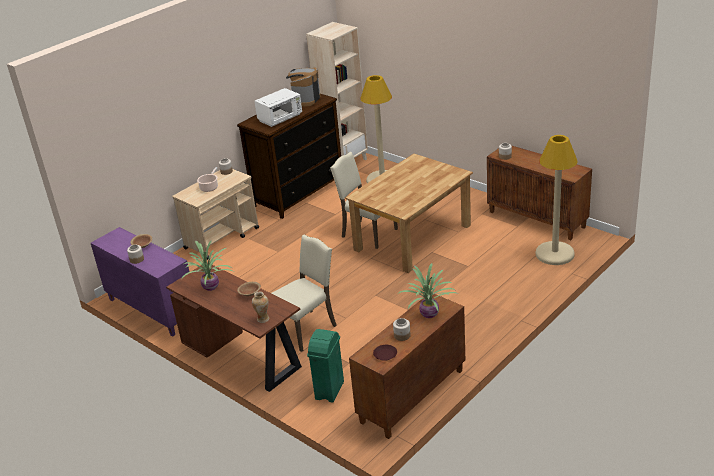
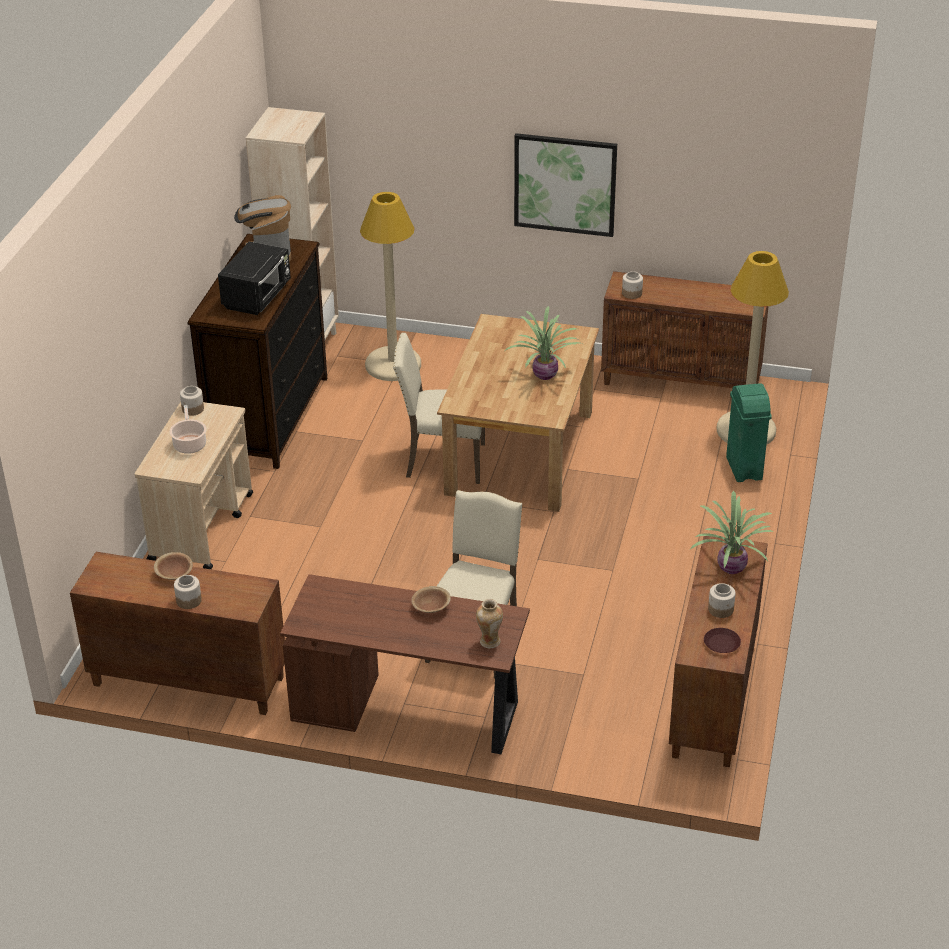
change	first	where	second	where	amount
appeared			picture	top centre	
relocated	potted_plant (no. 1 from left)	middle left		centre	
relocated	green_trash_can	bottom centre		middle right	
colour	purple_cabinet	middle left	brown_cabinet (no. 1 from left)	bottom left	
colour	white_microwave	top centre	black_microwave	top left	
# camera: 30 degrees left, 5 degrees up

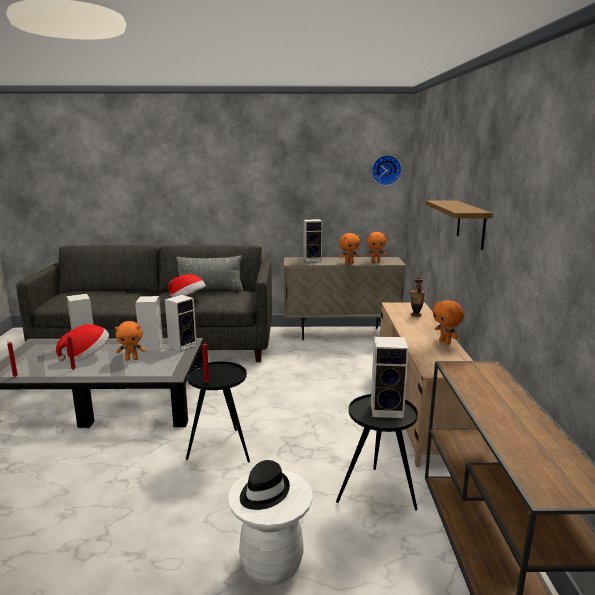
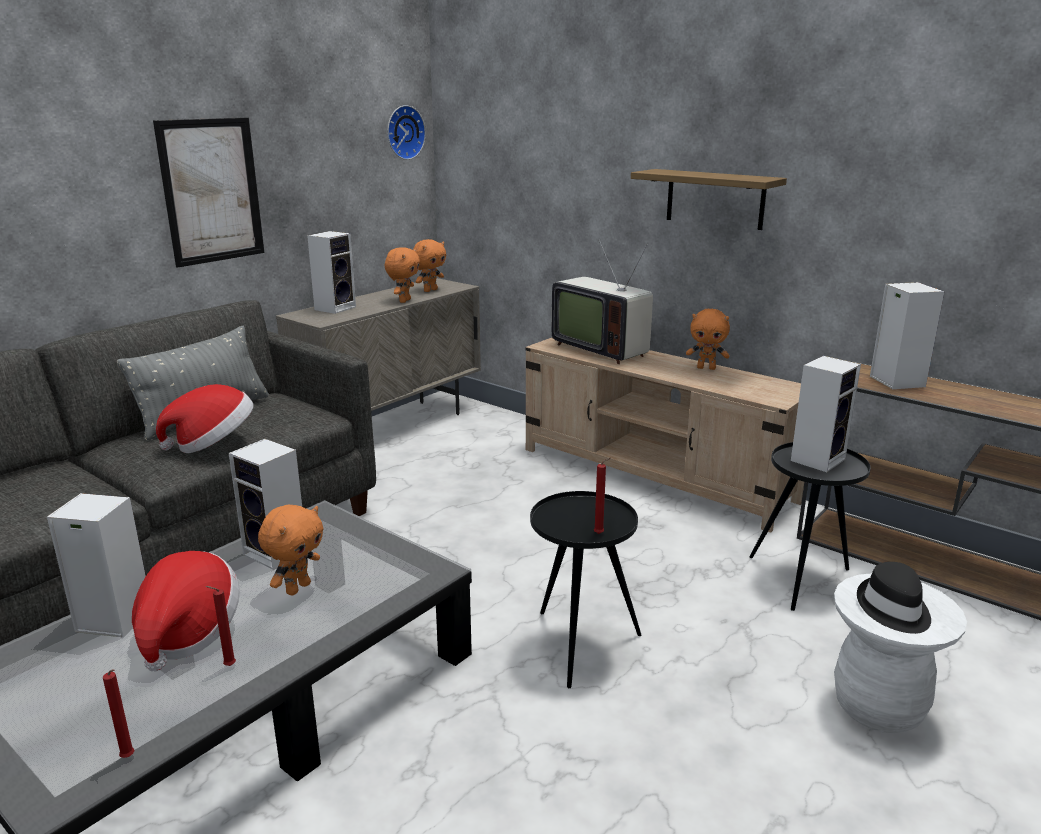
change	first	where	second	where	amount
appeared			picture	top left	
relocated	speaker (no. 3 from left in the first image)	middle left	speaker (no. 5 from left)	middle right	
exchanged	vase	middle right	television	centre	
# camera: 50 degrees left, 5 degrees up

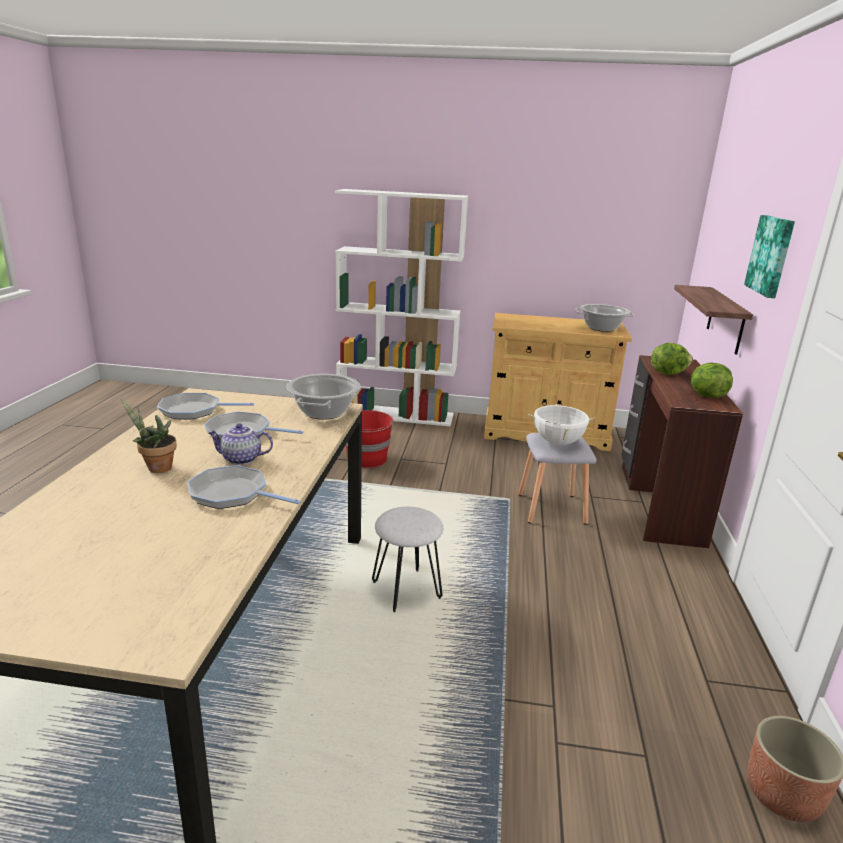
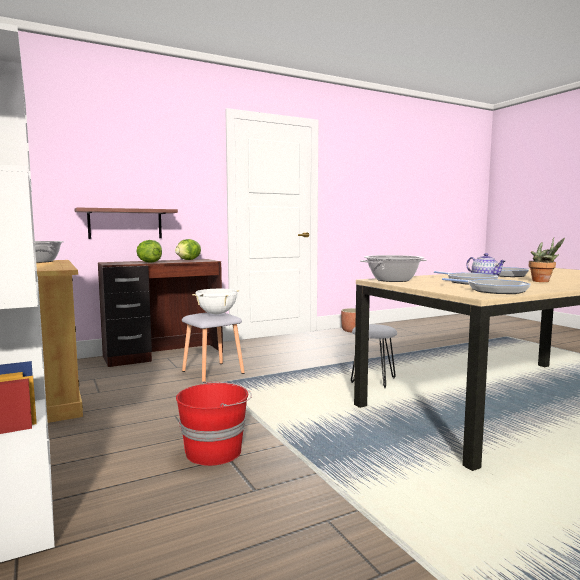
change	first	where	second	where	amount
missing	picture	top right			
# camera: 125 degrees left, 15 degrees down

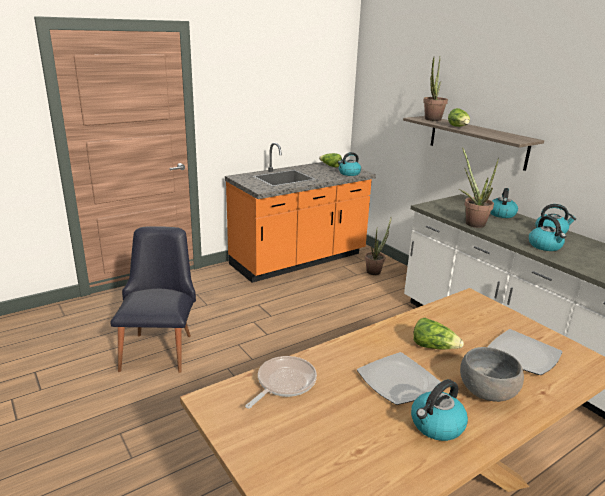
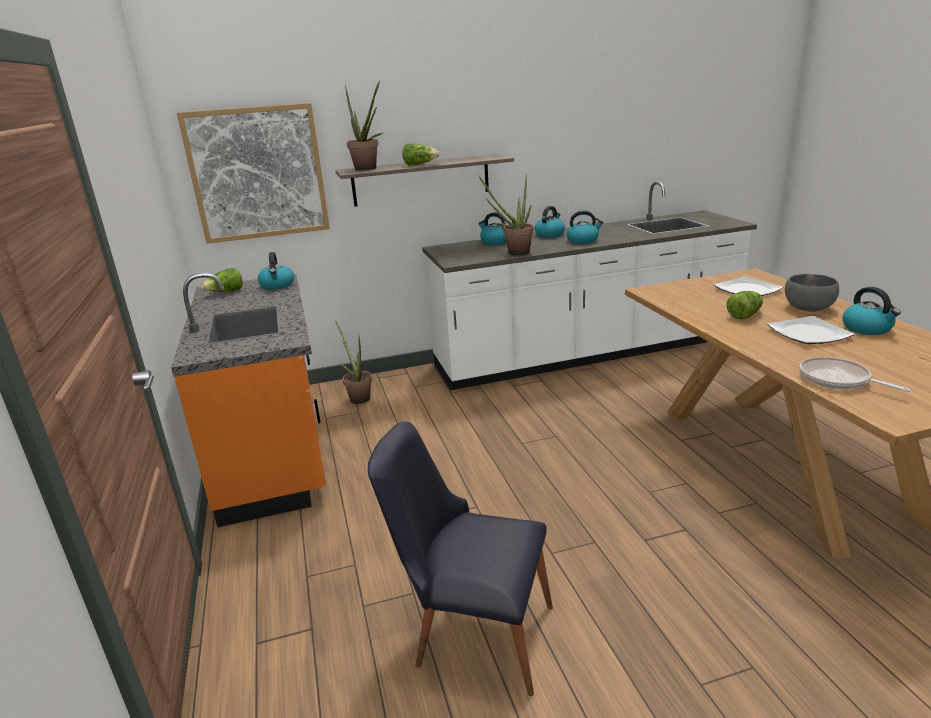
change	first	where	second	where	amount
appeared			picture	top left	
# camera: 70 degrees left, 0 degrees up

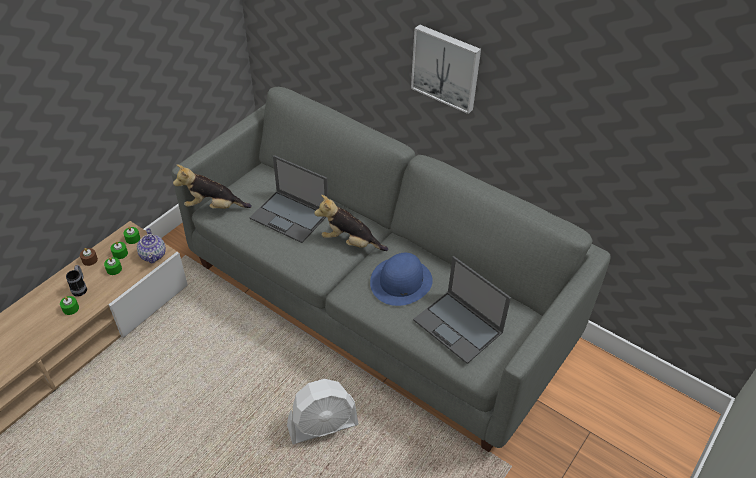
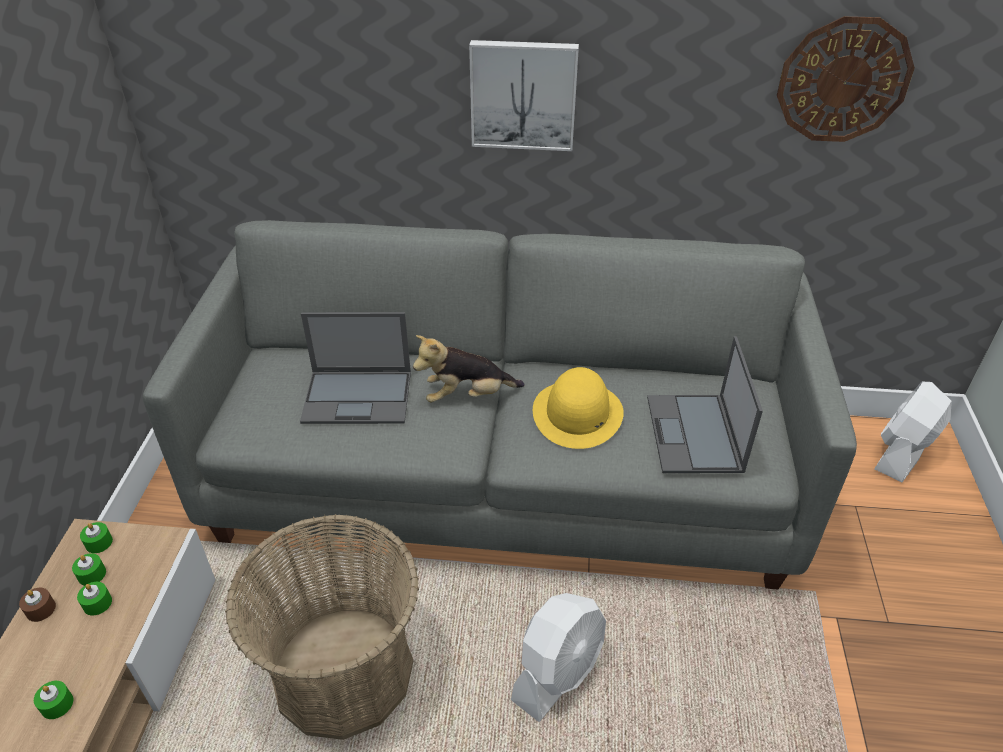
change	first	where	second	where	amount
missing	mug	middle left			
missing	teapot	middle left			
missing	plush_toy (no. 1 from left)	middle left			
appeared			basket	bottom left	
appeared			wall_clock	top right	
appeared			white_fan (no. 2 from left)	middle right	
colour	blue_hat	centre	yellow_hat	centre	
spun	laptop (no. 2 from left)	centre		middle right	75 degrees clockwise
# camera: 30 degrees left, 5 degrees down

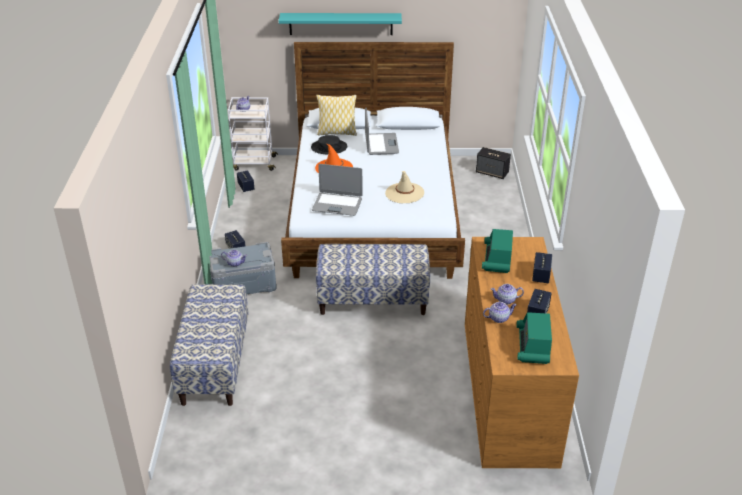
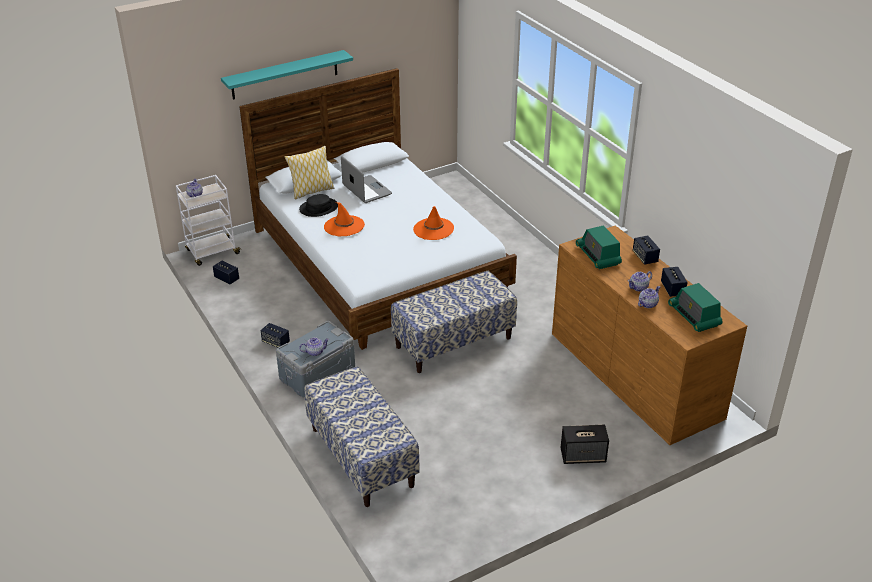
change	first	where	second	where	amount
missing	laptop (no. 1 from left)	centre			
relocated	speaker (no. 3 from left)	top centre		bottom right	
colour	beige_hat	centre	orange_hat (no. 2 from left)	centre	
# camera: 30 degrees left, 0 degrees up

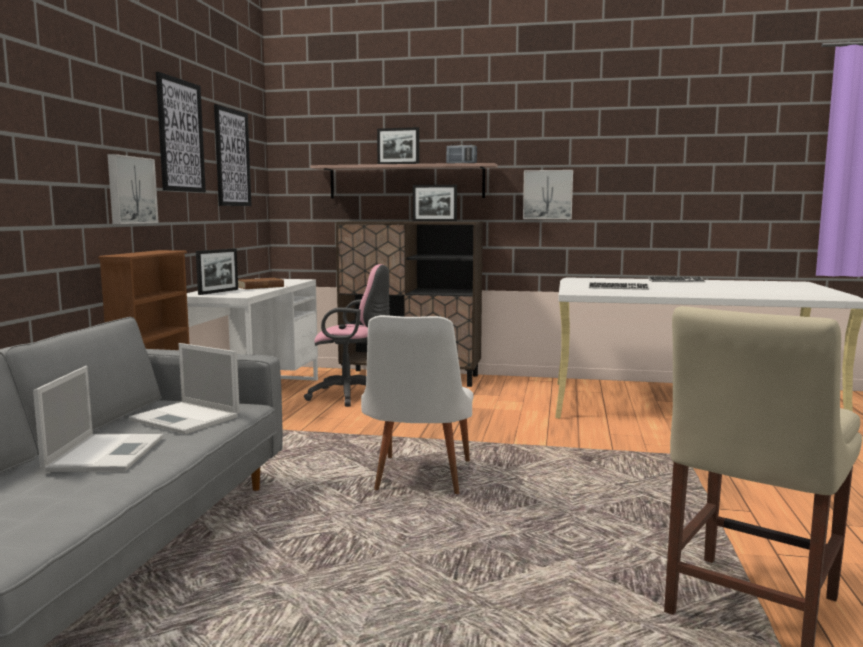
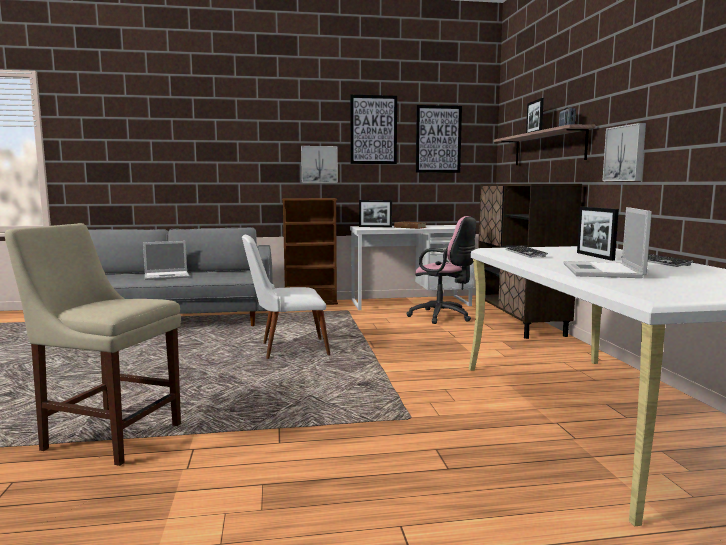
change	first	where	second	where	amount
relocated	laptop (no. 2 from left)	middle left		middle right	
relocated	picture_frame (no. 3 from left)	top centre		middle right	
spun	pink_office_chair	centre		centre	45 degrees counterclockwise
# camera: 70 degrees right, 0 degrees up

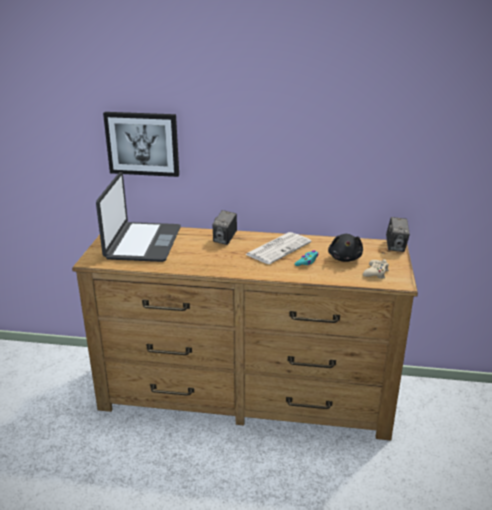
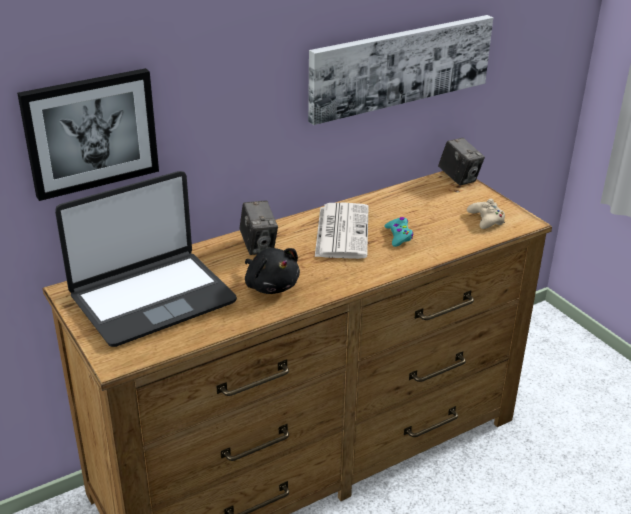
change	first	where	second	where	amount
appeared			picture (no. 2 from left)	top centre	
relocated	black_plush_toy	middle right		centre	
spun	laptop	middle left		middle left	90 degrees clockwise
# camera: 40 degrees left, 5 degrees up

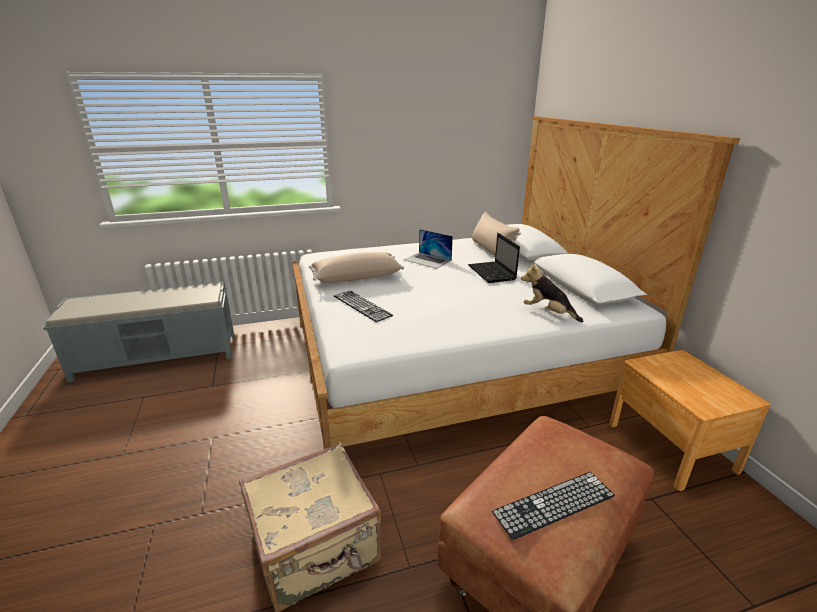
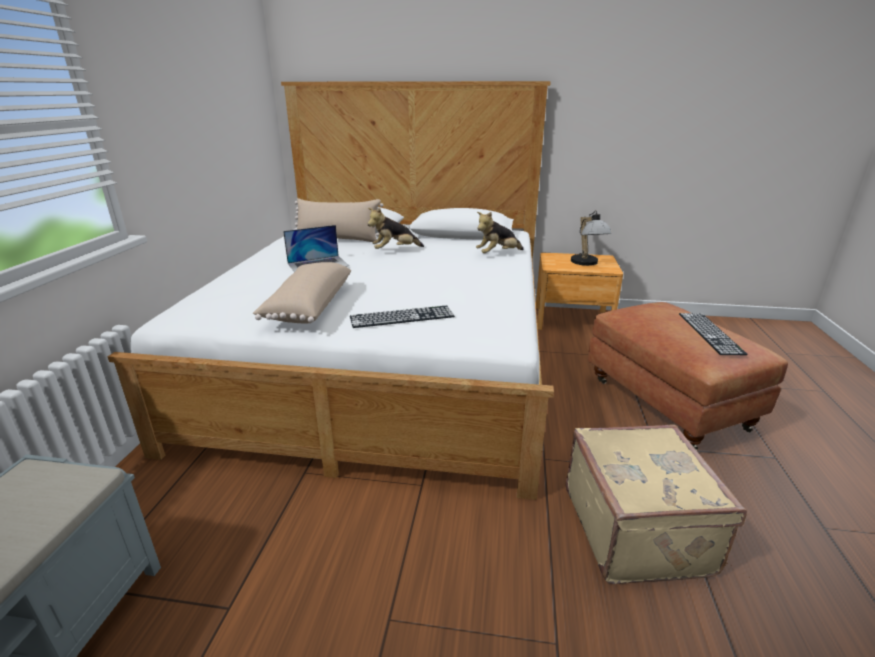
change	first	where	second	where	amount
appeared			table_lamp	middle right	
exchanged	laptop (no. 2 from left)	centre	plush_toy (no. 1 from left)	centre	
# camera: 65 degrees left, 0 degrees up

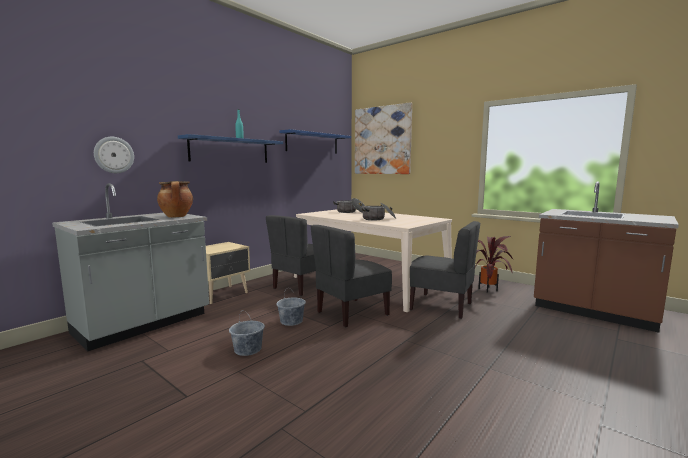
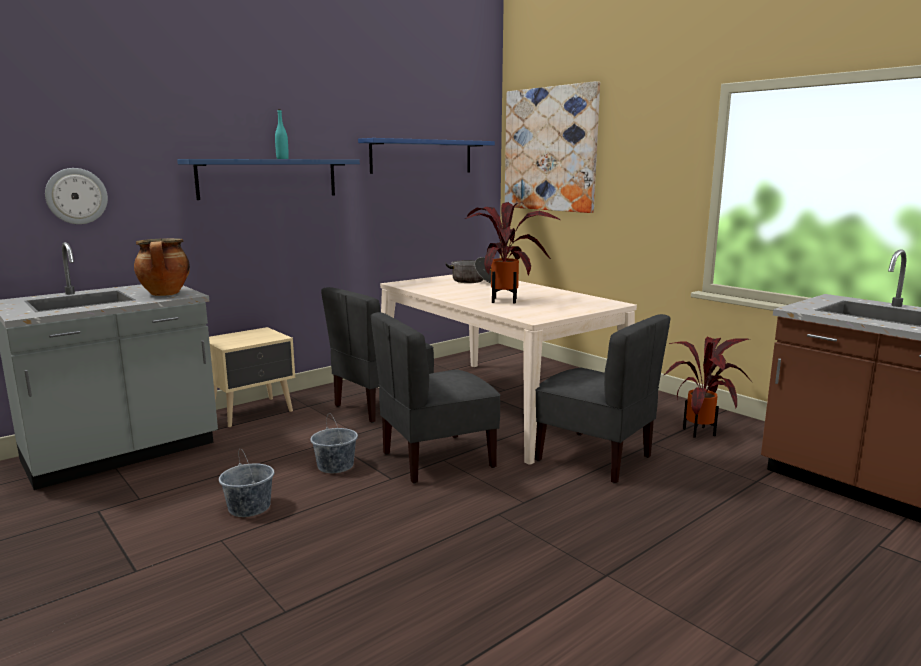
change	first	where	second	where	amount
exchanged	cooking_pot (no. 3 from left)	centre	potted_plant (no. 1 from left)	centre	
# camera: 10 degrees right, 5 degrees up

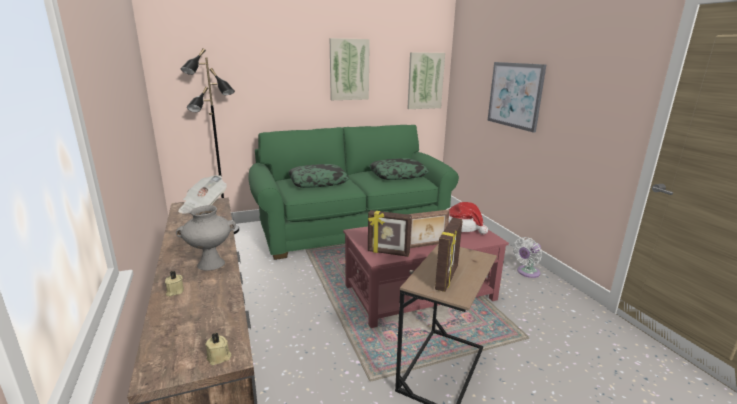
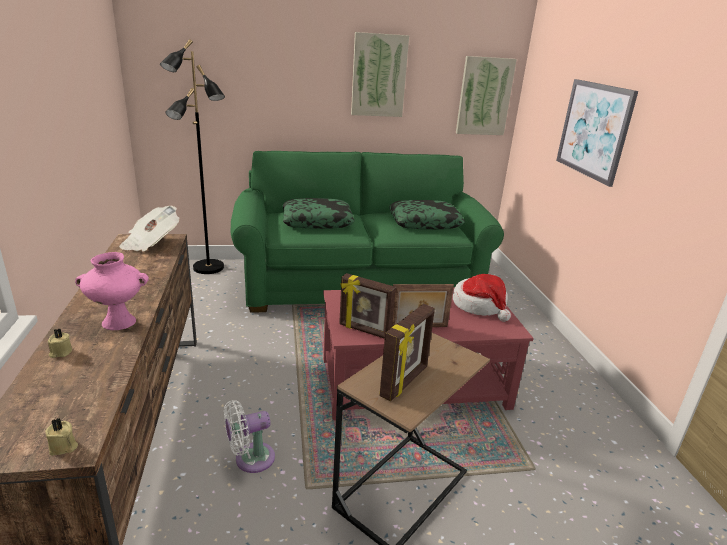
change	first	where	second	where	amount
relocated	white_fan	middle right		bottom centre	
colour	grey_vase	middle left	pink_vase	middle left	
# camera: 10 degrees right, 5 degrees up

